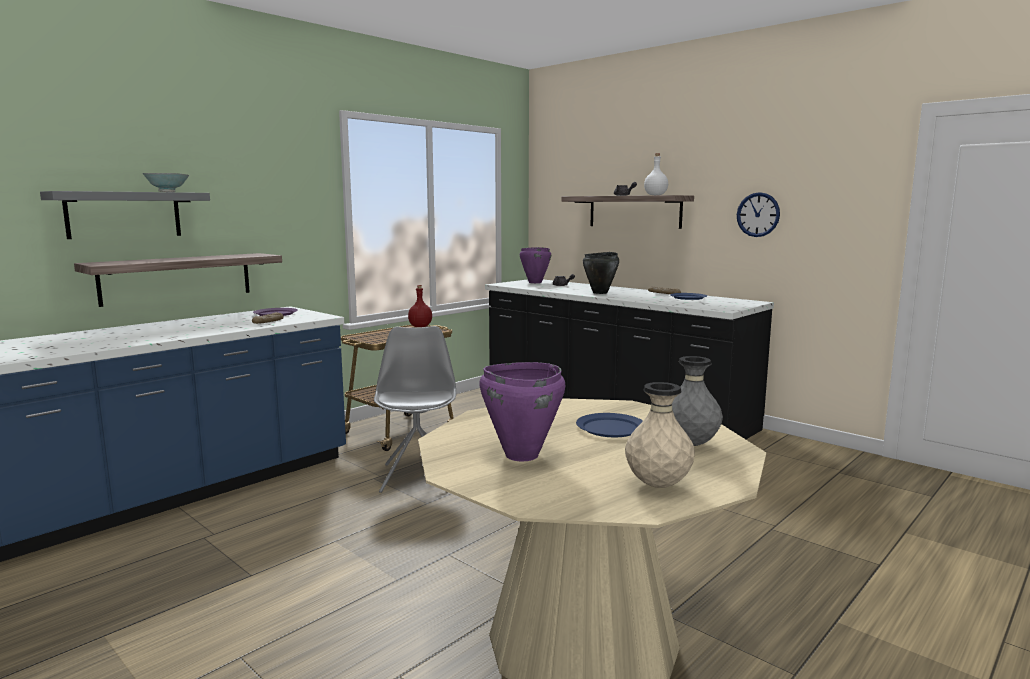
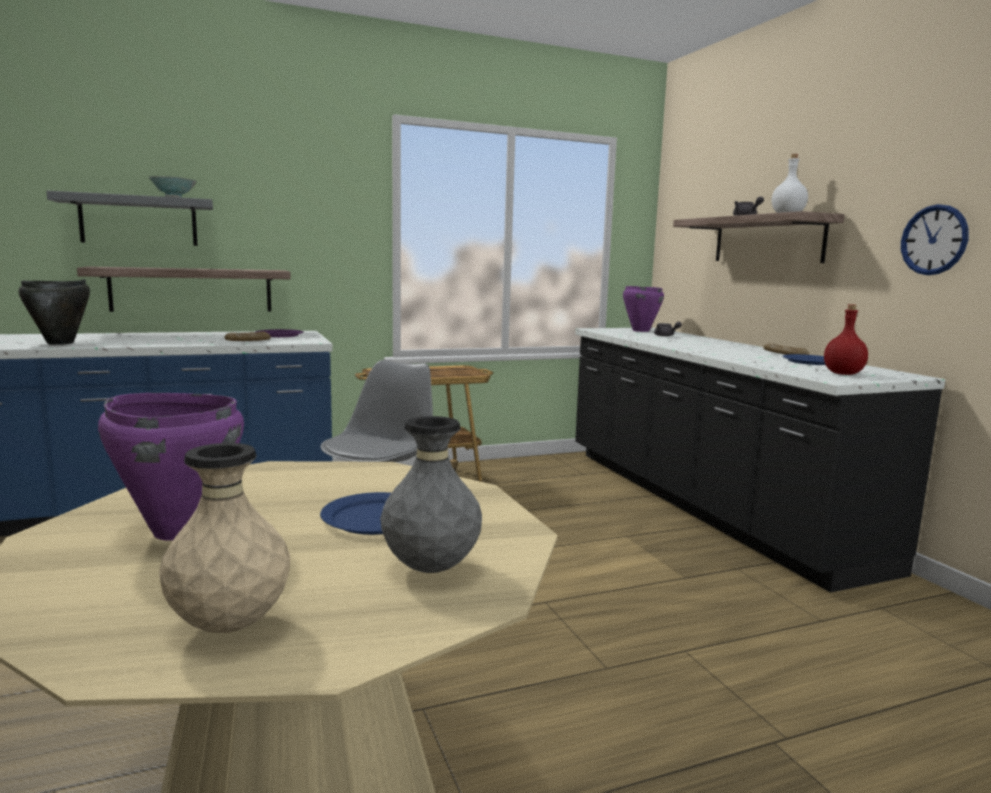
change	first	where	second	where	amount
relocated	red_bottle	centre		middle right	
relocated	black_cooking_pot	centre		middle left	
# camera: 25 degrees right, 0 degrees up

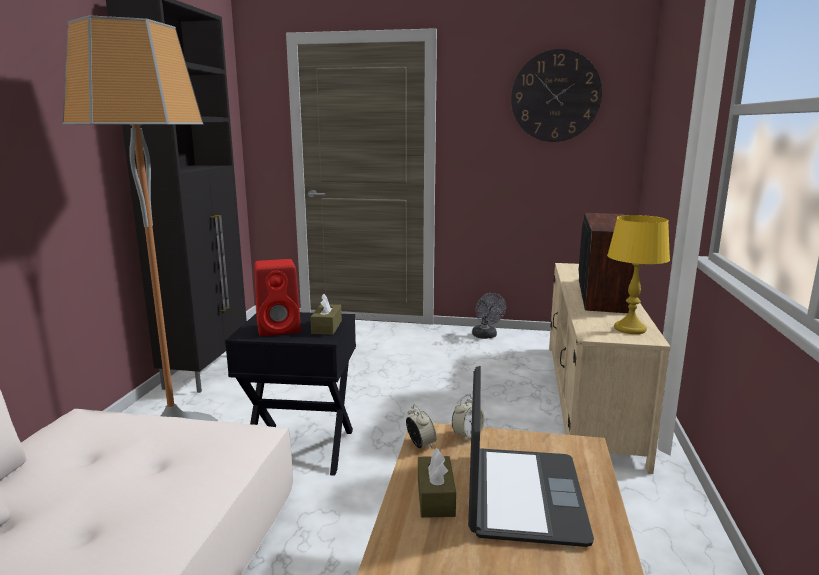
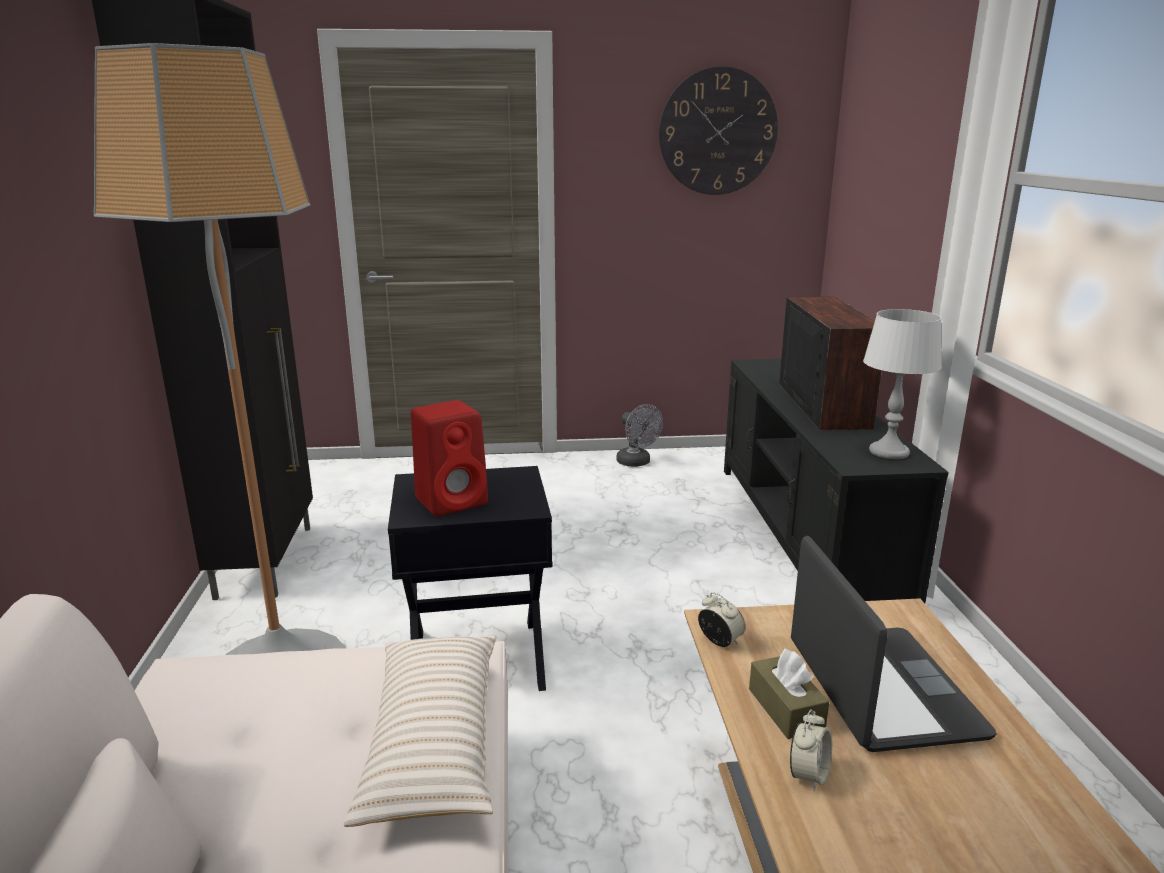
change	first	where	second	where	amount
missing	brown_tissue_box (no. 1 from left)	centre			
appeared			beige_pillow	bottom centre	
relocated	alarm_clock (no. 2 from left)	bottom centre		bottom right	
colour	beige_tv_stand	middle right	black_tv_stand	middle right	
colour	yellow_table_lamp	middle right	grey_table_lamp	middle right	
# camera: 15 degrees left, 5 degrees up

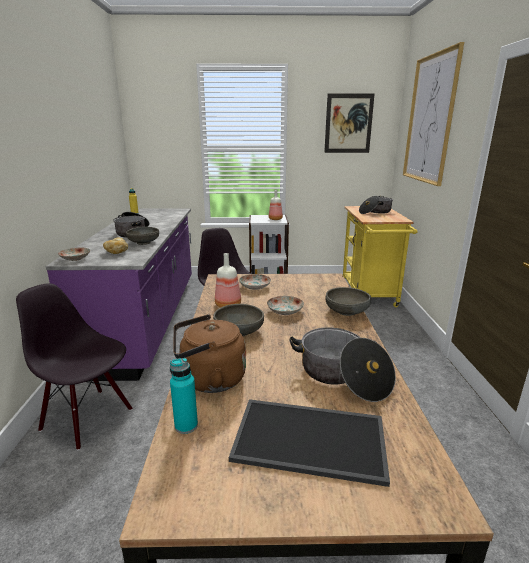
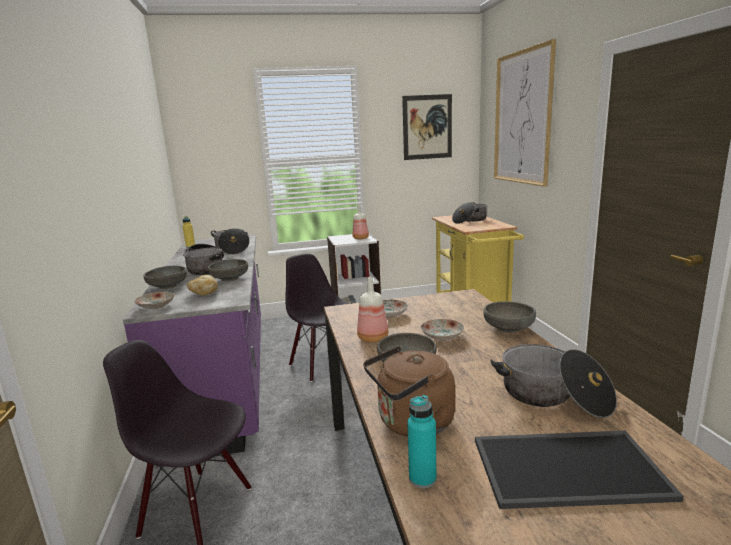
change	first	where	second	where	amount
appeared			grey_bowl (no. 1 from left)	middle left	
appeared			cooking_pot (no. 2 from left)	middle left	
# camera: 10 degrees left, 5 degrees down

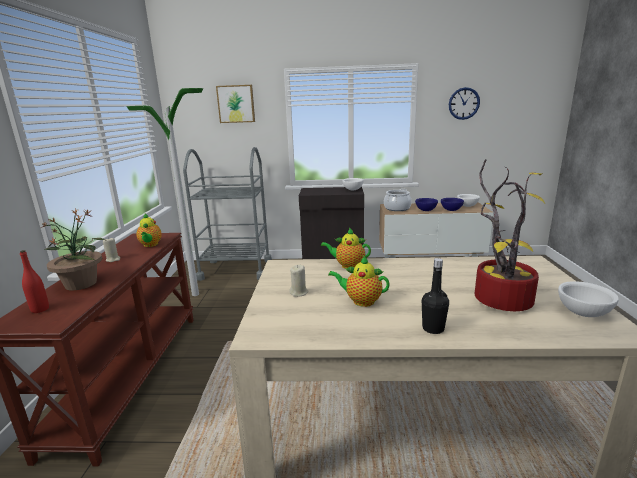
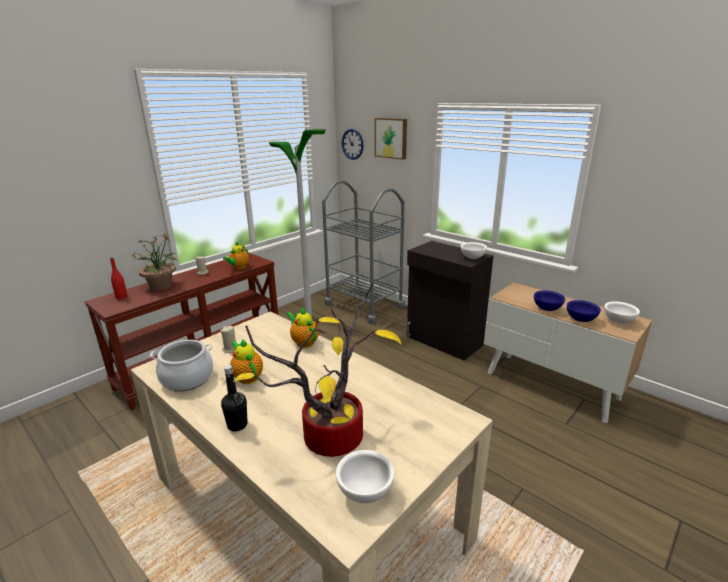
change	first	where	second	where	amount
relocated	cooking_pot	centre		middle left	
relocated	wall_clock	top right		top centre	
# camera: 40 degrees right, 5 degrees up

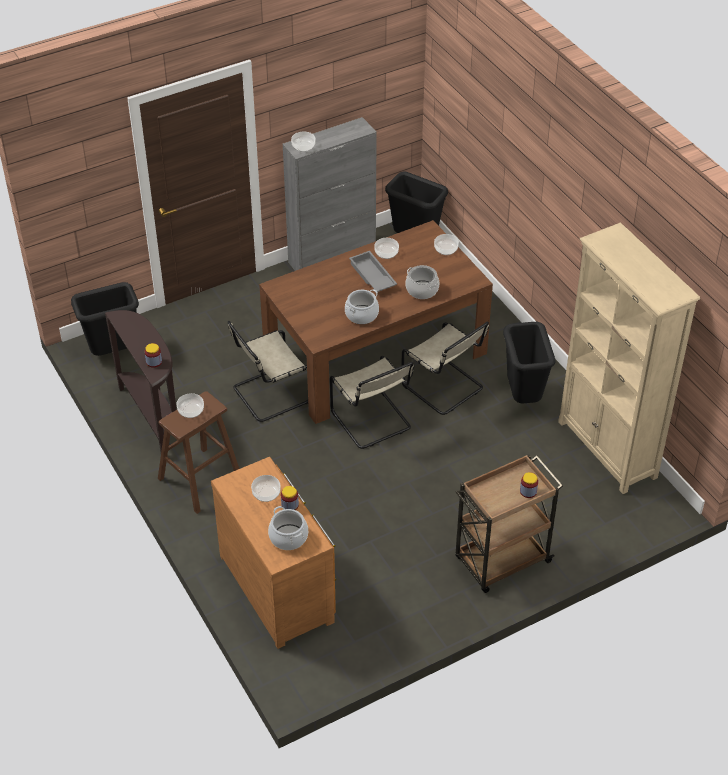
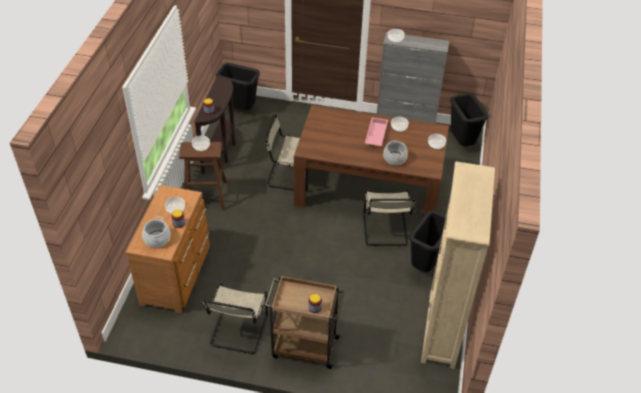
change	first	where	second	where	amount
missing	cooking_pot (no. 2 from left)	centre			
relocated	beige_chair (no. 2 from left in the first image)	centre	beige_chair (no. 1 from left)	bottom centre	
colour	grey_tray	centre	pink_tray	centre	
# camera: 40 degrees right, 0 degrees up

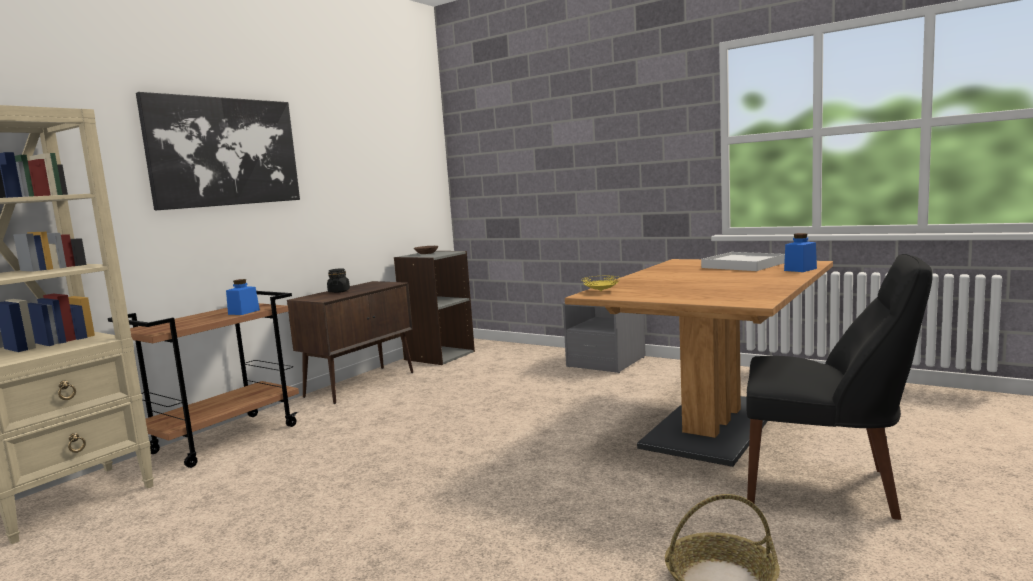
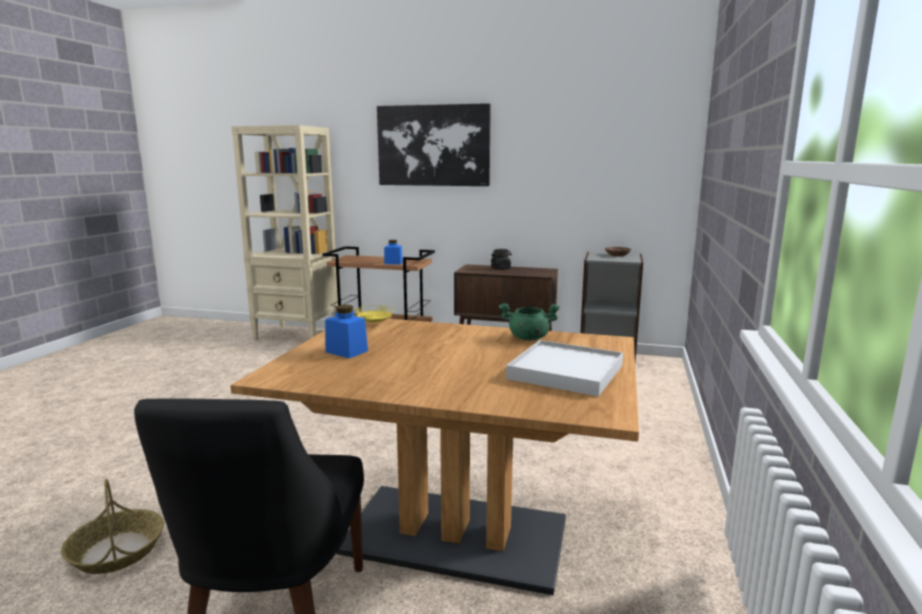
change	first	where	second	where	amount
missing	grey_nightstand	centre			
appeared			green_cooking_pot	centre	
relocated	blue_jar (no. 2 from left in the first image)	middle right	blue_jar (no. 1 from left)	centre	
# camera: 70 degrees right, 5 degrees up

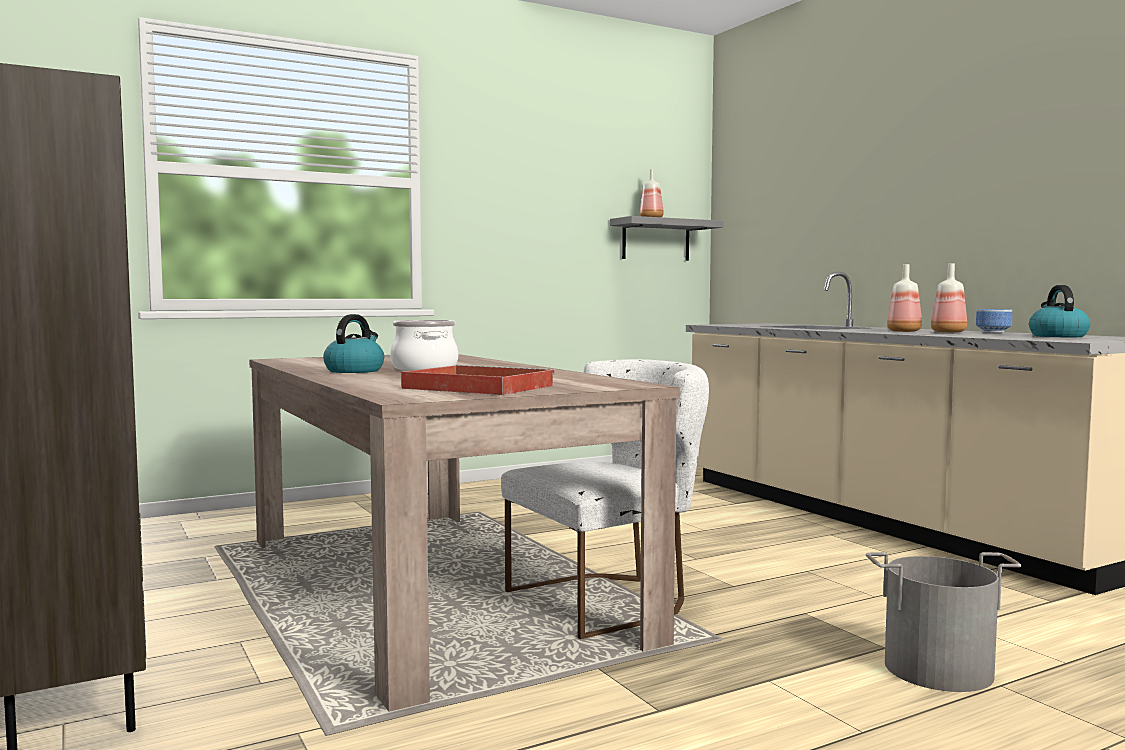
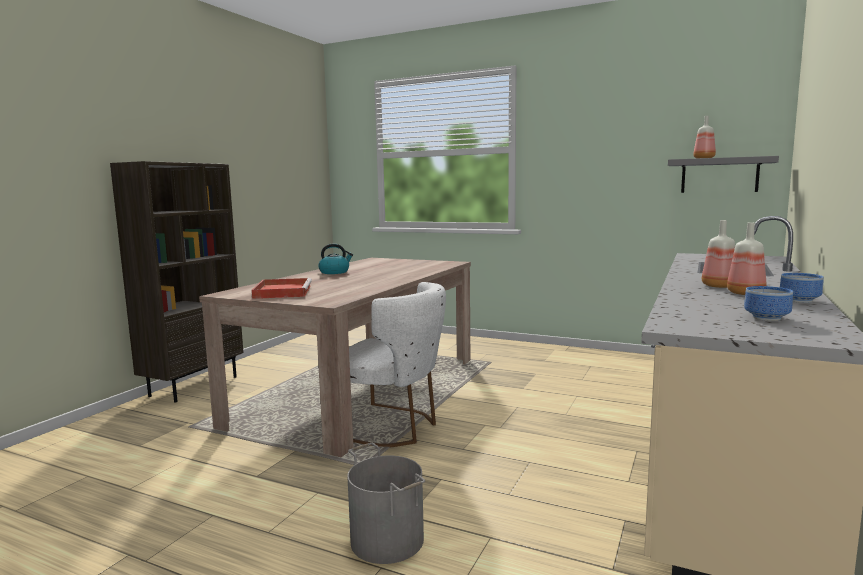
change	first	where	second	where	amount
missing	cooking_pot	centre			
exchanged	kettle (no. 2 from left)	middle right	bowl (no. 1 from left)	middle right	
# camera: 55 degrees right, 5 degrees up

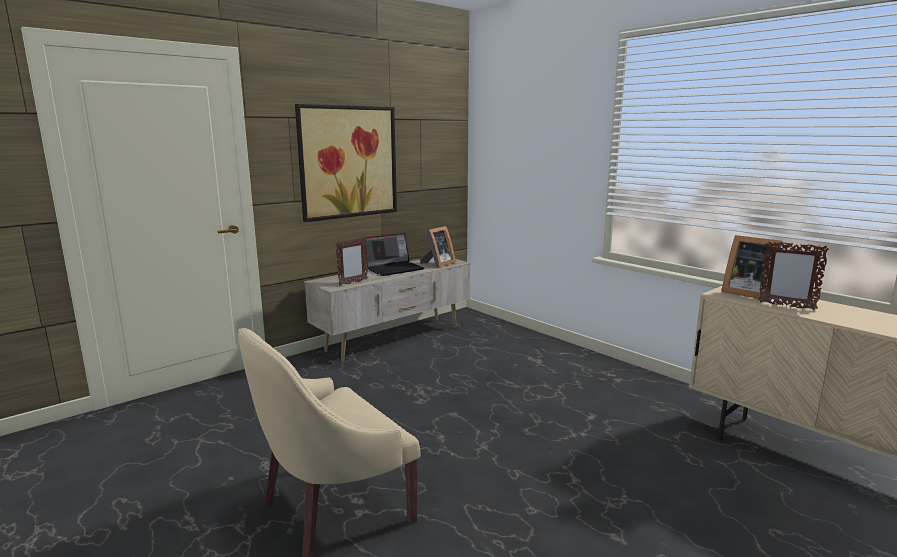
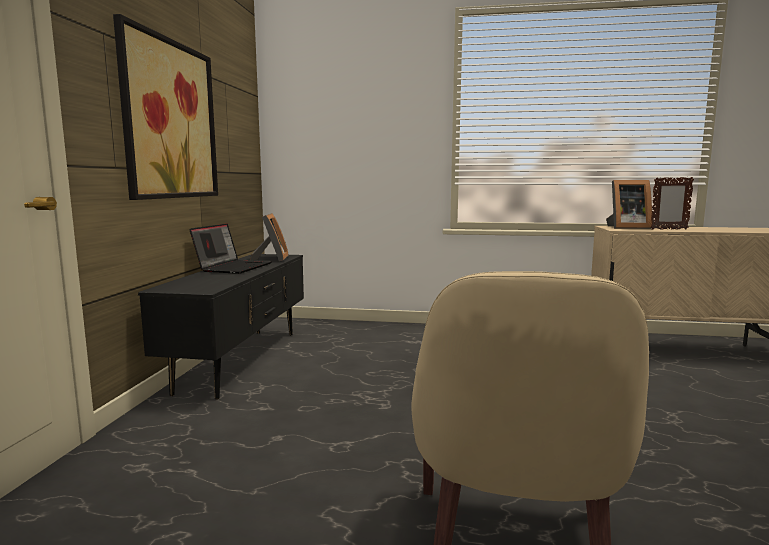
change	first	where	second	where	amount
missing	picture_frame (no. 1 from left)	centre			
colour	beige_tv_stand	centre	black_tv_stand	middle left	
# camera: 40 degrees left, 5 degrees down

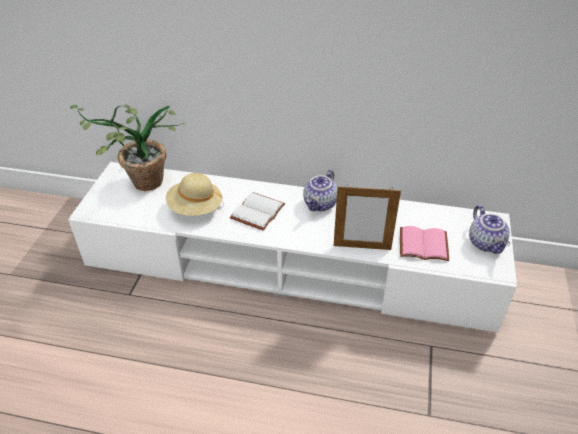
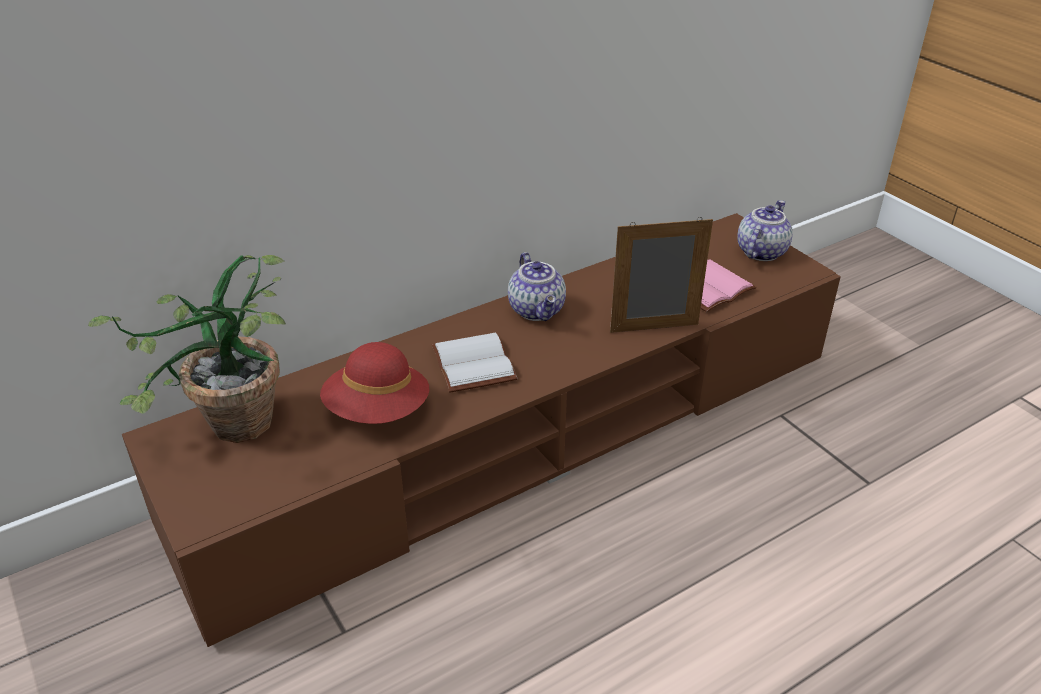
change	first	where	second	where	amount
colour	white_tv_stand	centre	brown_tv_stand	centre	
colour	beige_hat	centre	red_hat	centre	
spun	picture_frame	centre		centre	150 degrees counterclockwise
spun	teapot (no. 2 from left)	middle right		top right	90 degrees counterclockwise
# camera: 45 degrees left, 5 degrees down

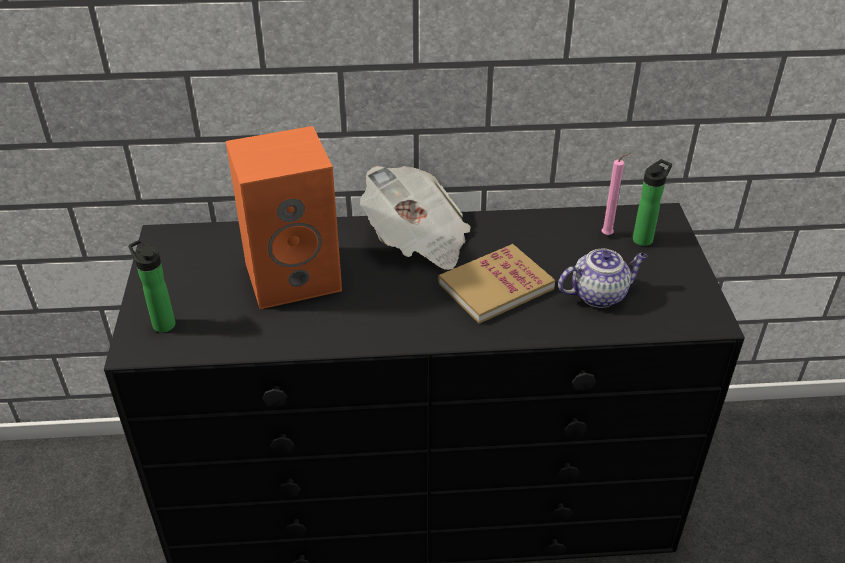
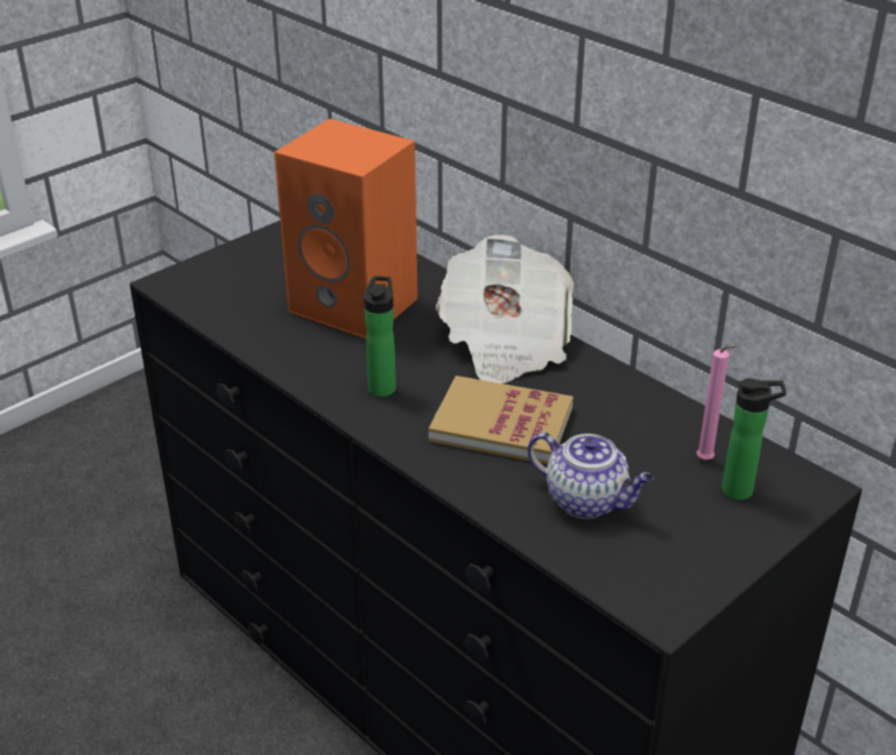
change	first	where	second	where	amount
relocated	bottle (no. 1 from left)	middle left		centre	
# camera: 50 degrees right, 5 degrees down

